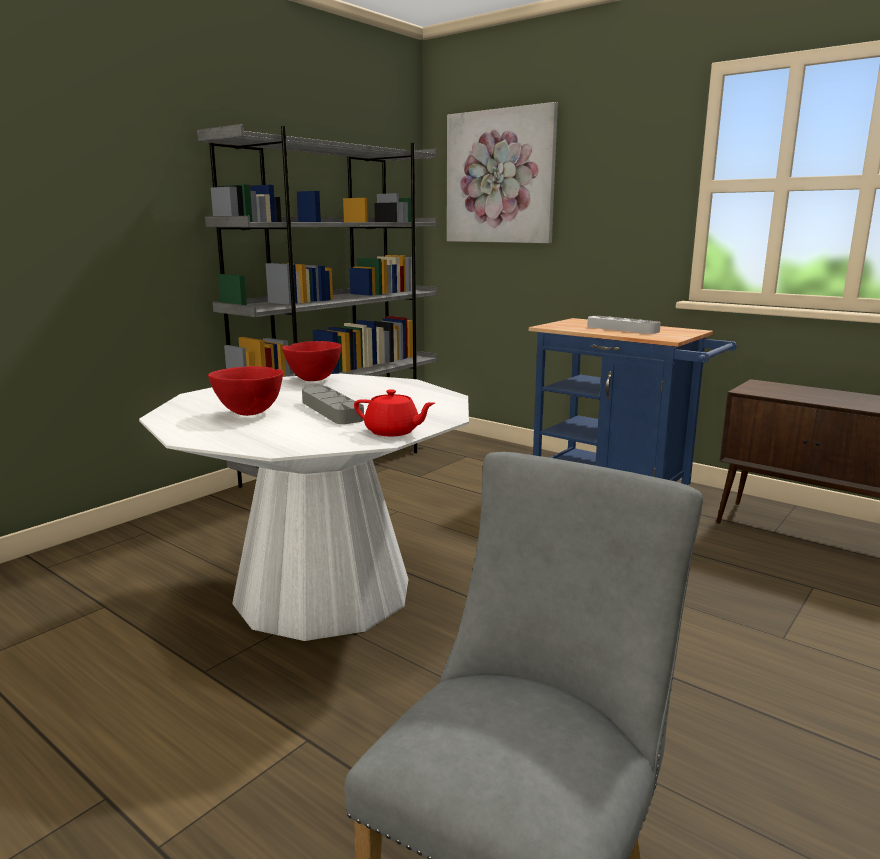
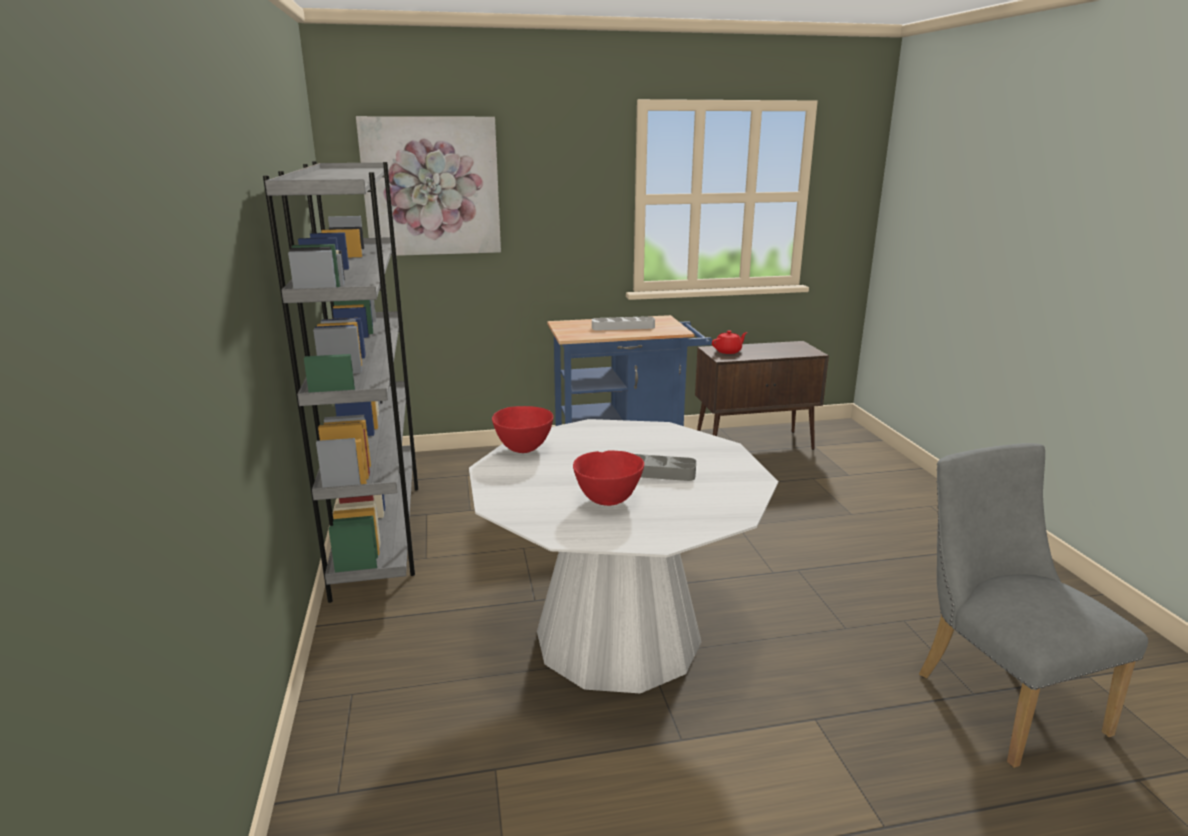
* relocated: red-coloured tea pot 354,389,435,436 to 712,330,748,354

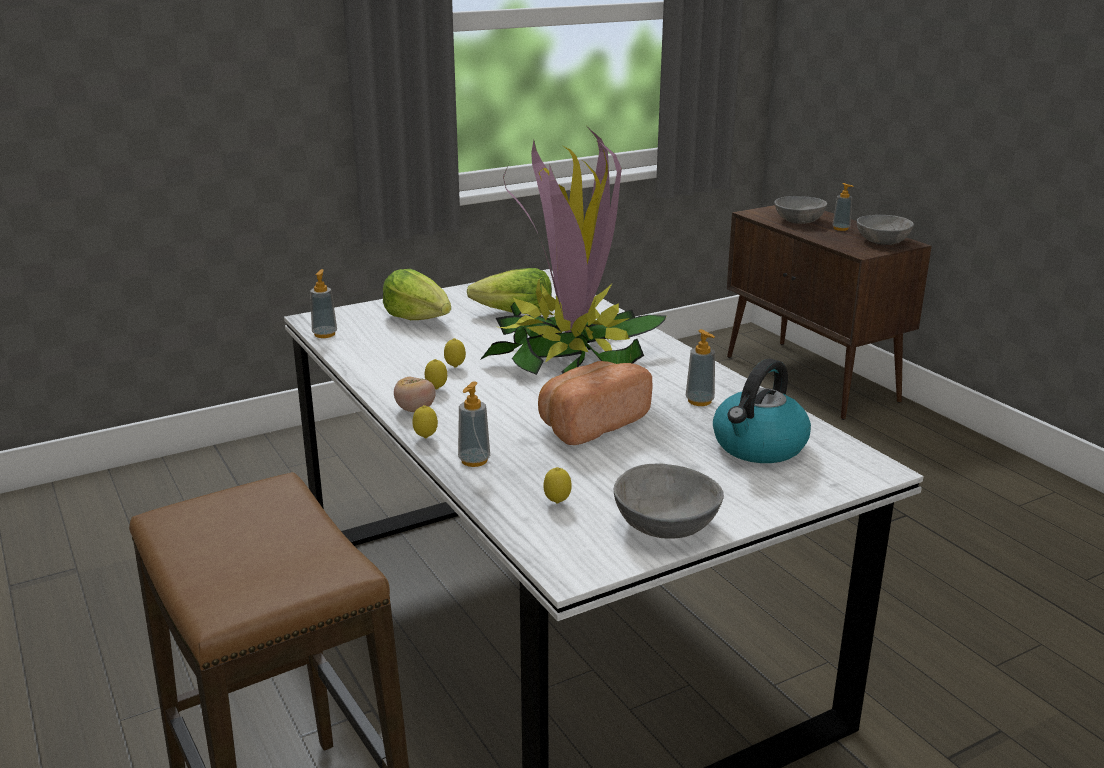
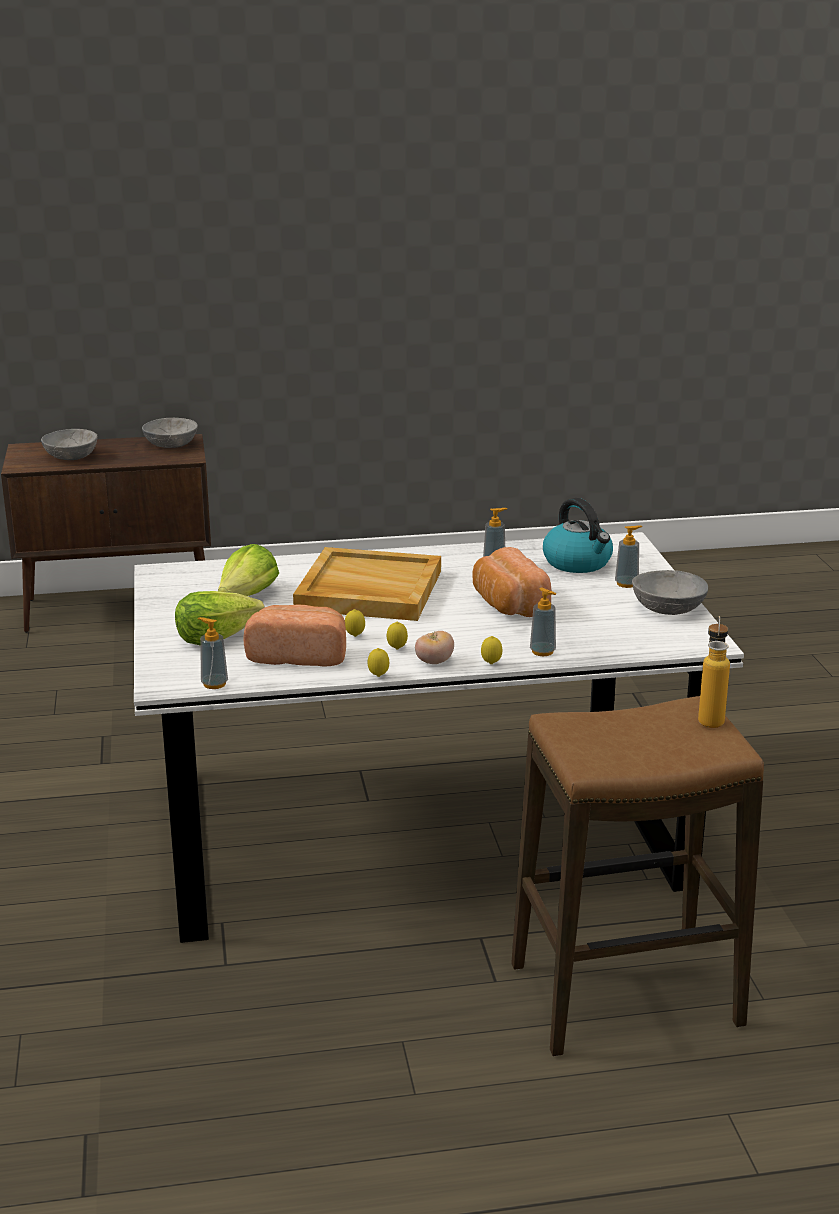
* appeared: baked bread 243,605,346,666
* exchanged: potted plant 480,128,666,375 to beige tray 293,547,441,621
* relocated: whole lemon 543,467,572,503 to 368,648,389,677
* relocated: soap bottle 832,183,853,231 to 615,525,642,588
* appeared: drink bottle 698,616,730,728

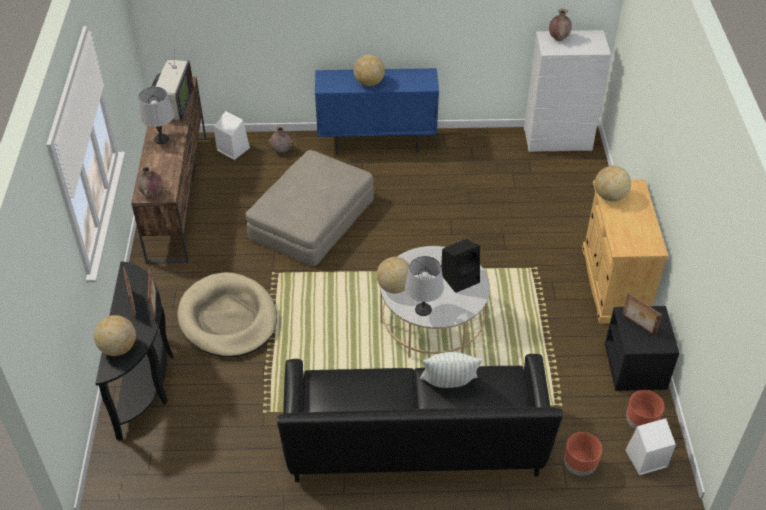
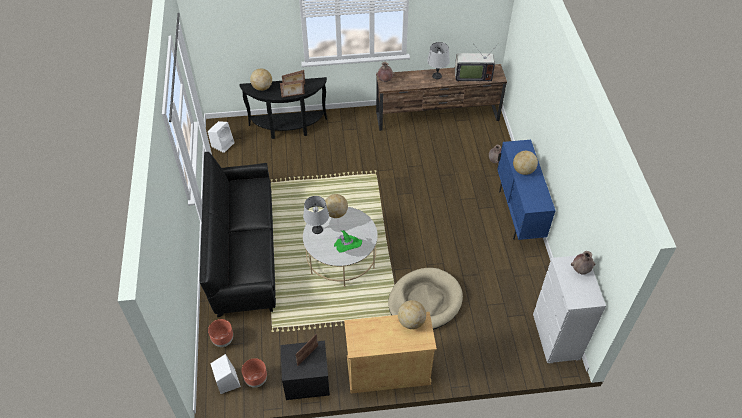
* relocated: white-coloured audio speaker 213,111,250,160 to 208,121,235,153
* exchanged: blackish audio speaker 441,239,480,293 to green-coloured hat 334,230,362,253
* relocated: beige pet bed 178,272,277,357 to 388,268,463,330
* missing: beige pouffe 245,150,374,266
* missing: cushion 420,352,482,388

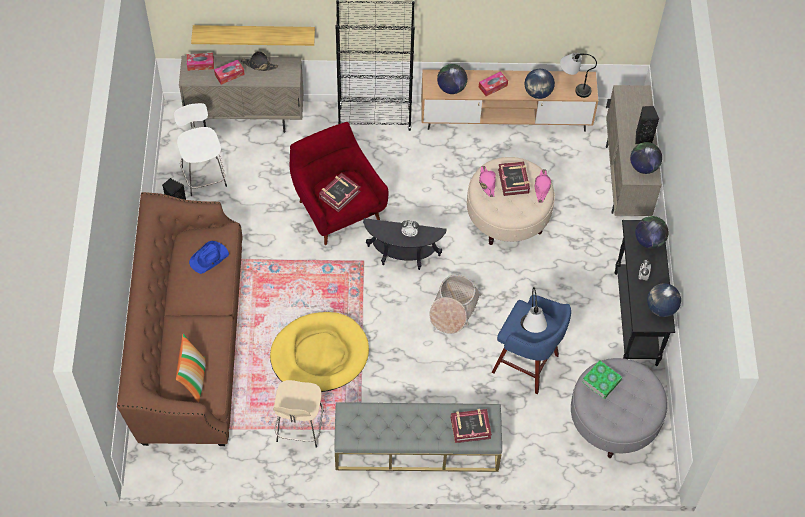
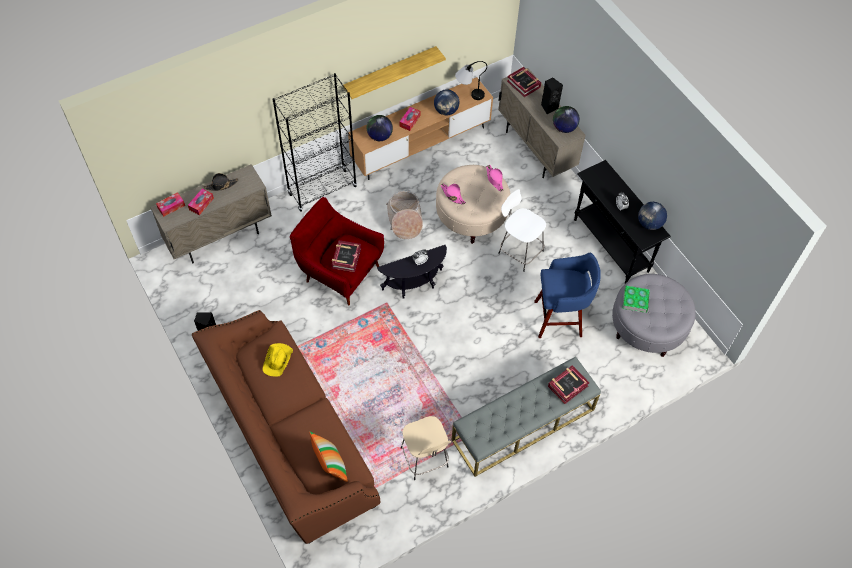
* colour: blue-coloured hat 189,241,229,274 to yellowish hat 262,343,293,377
* relocated: shelf 191,25,315,46 to 343,46,446,99
* relocated: storage basket 430,275,482,334 to 386,191,423,239
* relocated: white-coloured stool seat 174,103,227,196 to 498,189,546,272
* relocated: bound book 498,162,530,196 to 507,67,541,97
* missing: yellowish pet bed 270,312,369,392
* missing: tabletop lamp 521,287,547,333
* missing: world globe 635,216,669,249

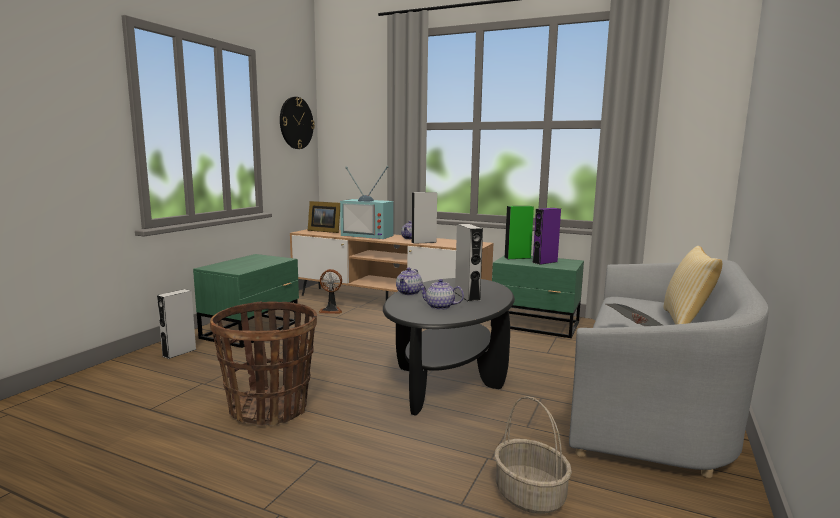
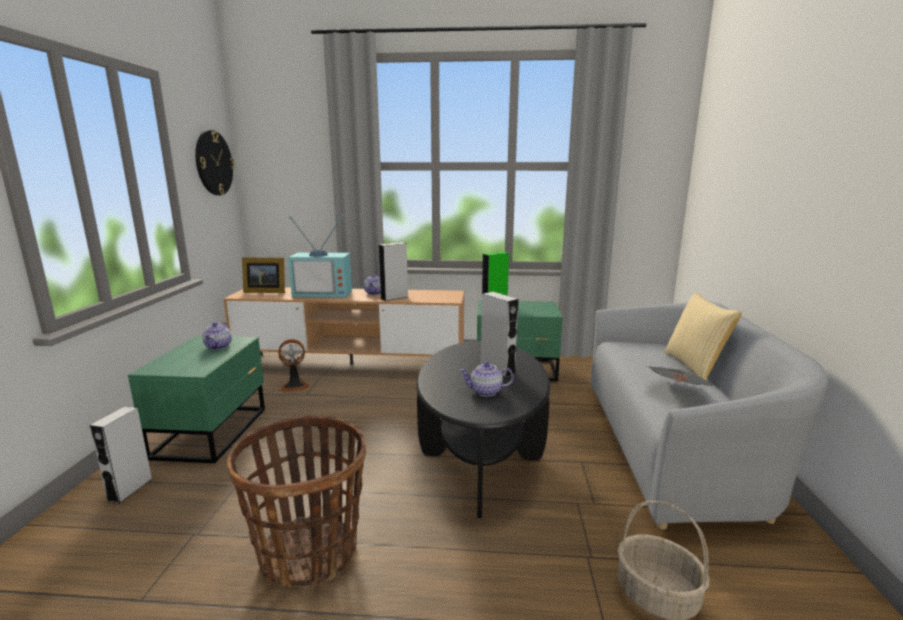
* relocated: tea pot 396,268,422,295 to 203,322,232,350
* missing: purple audio speaker 533,208,561,265

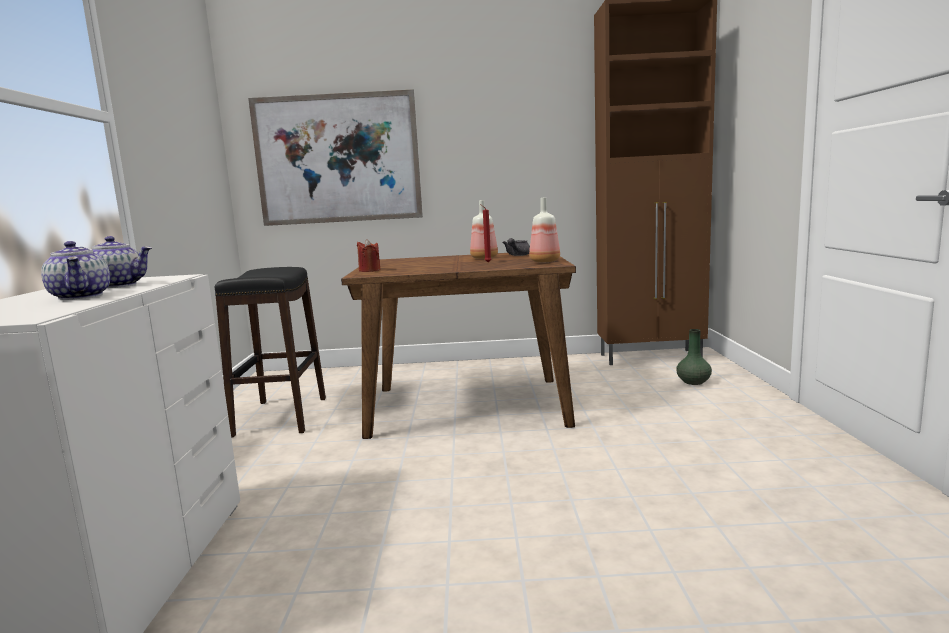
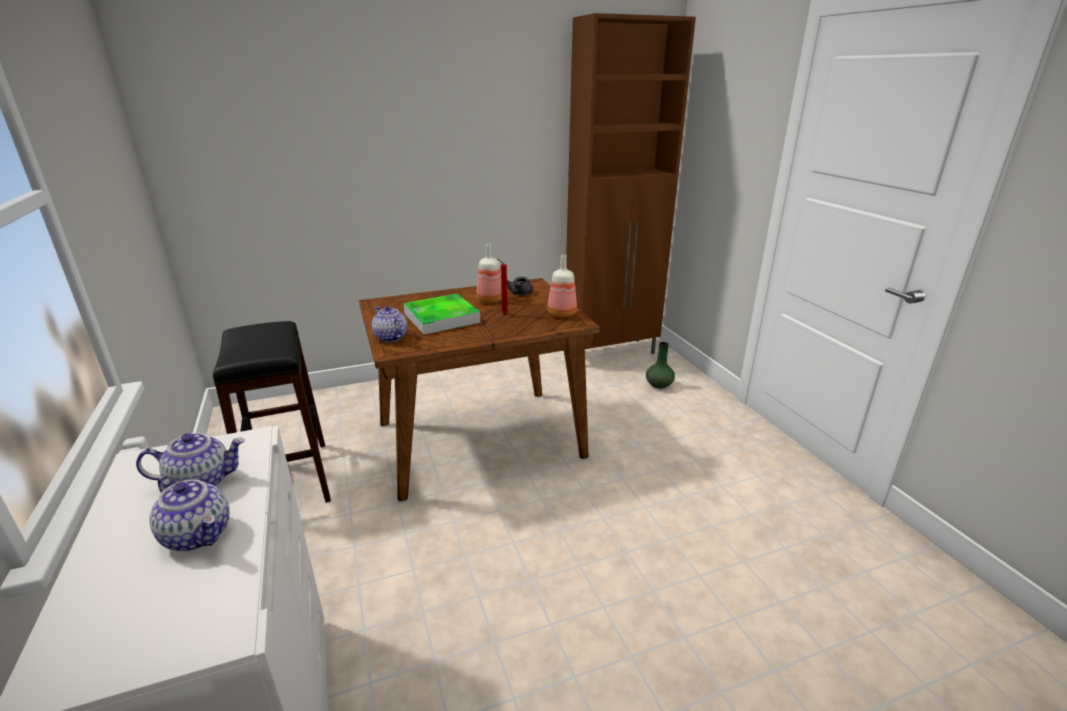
* exchanged: red-coloured wax candle 357,239,380,272 to tea pot 372,306,407,343
* appeared: tray 404,294,480,334
* missing: wall art 248,89,423,226

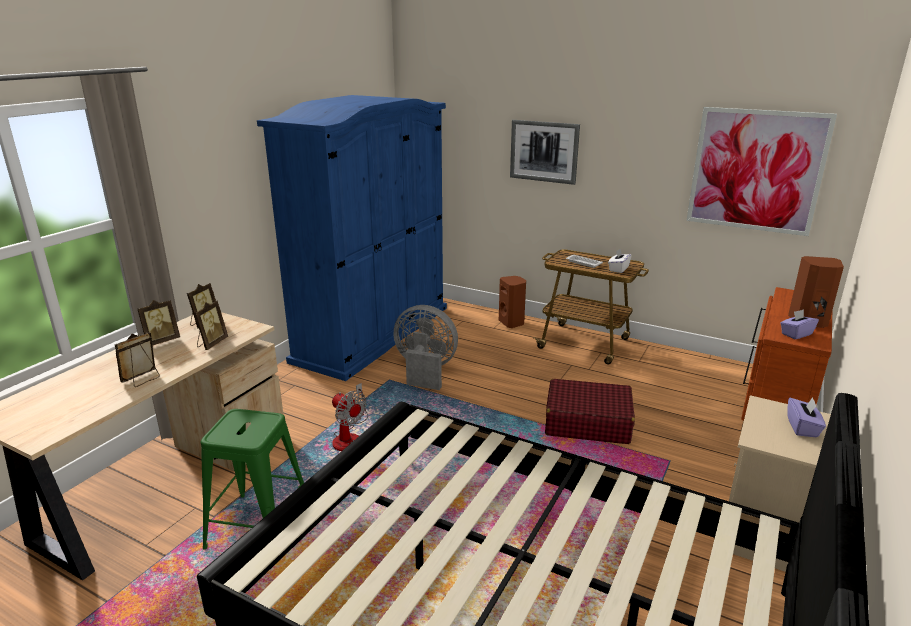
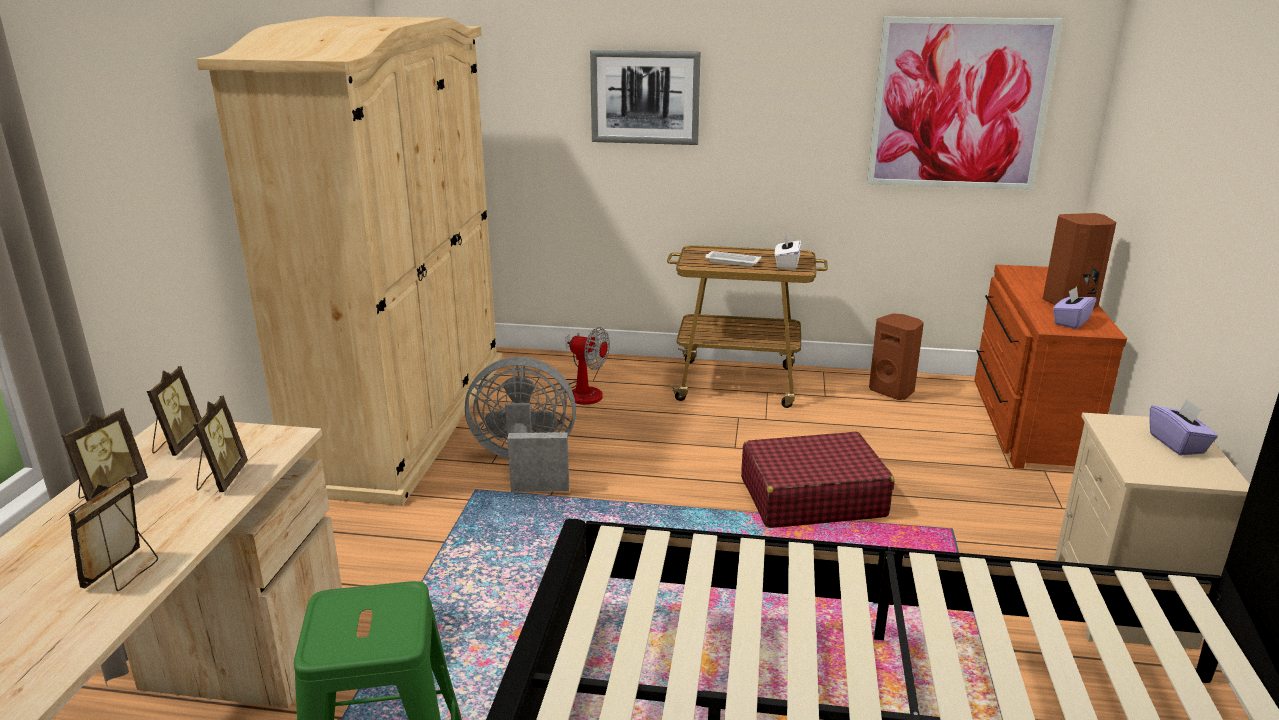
* colour: blue-coloured armoire 257,95,447,381 to beige armoire 196,16,503,506
* relocated: electric fan 332,383,368,451 to 565,327,610,405
* relocated: brown audio speaker 499,276,526,328 to 869,314,924,400

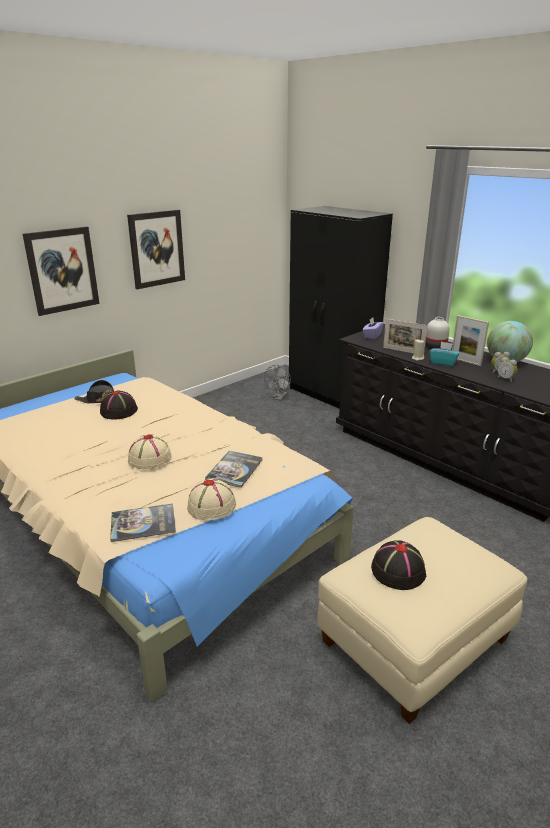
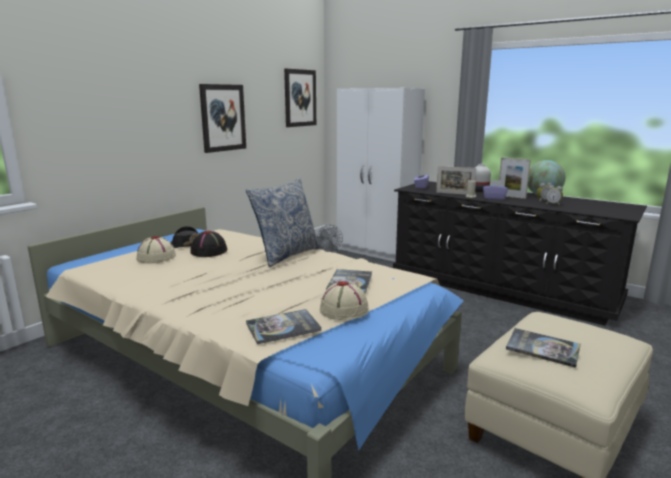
* relocated: beige hat 128,434,172,469 to 136,236,176,263
* appeared: cushion 246,178,321,267
* relocated: wall art 23,227,99,316 to 284,69,316,127
* colour: blackish armoire 289,206,393,409 to white-coloured armoire 337,88,425,262
* colour: turquoise tissue holder 430,342,460,367 to purple tissue holder 483,180,508,200
* exchanged: blackish hat 371,540,426,590 to bound book 506,328,581,368

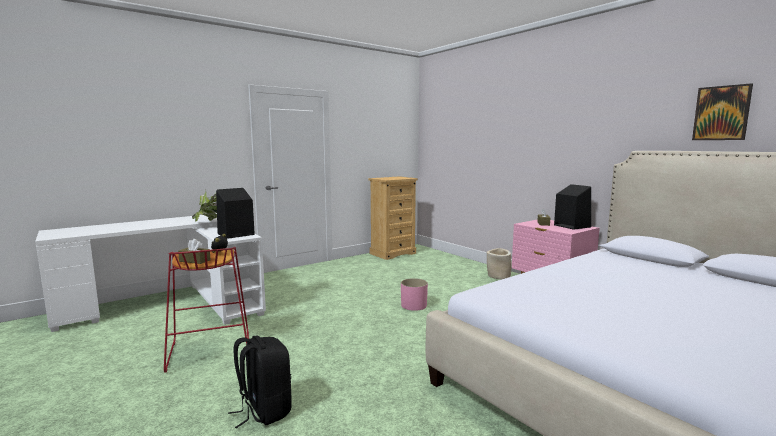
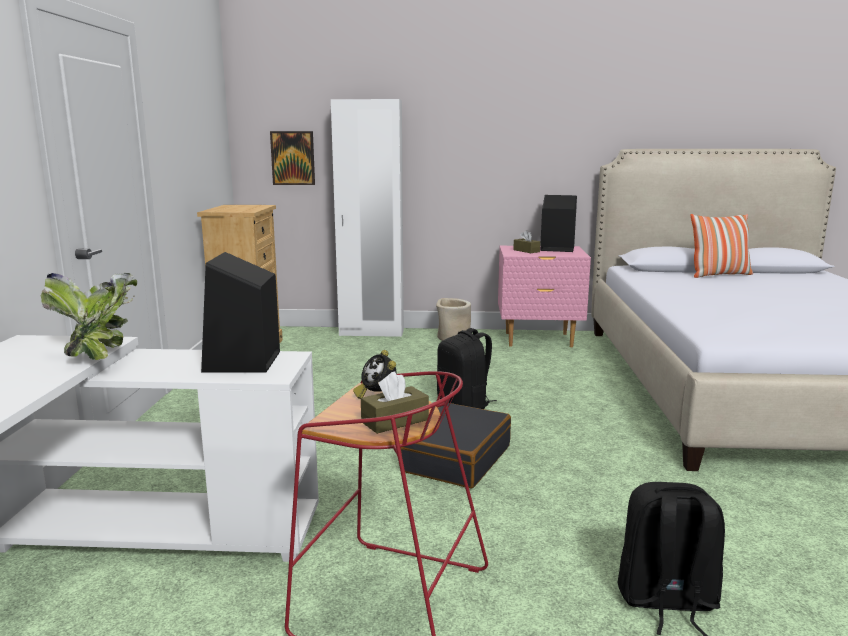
* relocated: wall art 692,83,753,140 to 270,131,315,185
* appeared: white-coloured armoire 331,99,404,337
* appeared: blackish travel case 400,403,511,489
* exchanged: pink-coloured flower pot 401,278,428,311 to blackish knapsack 437,328,497,409
* appeared: cushion 690,214,753,278

